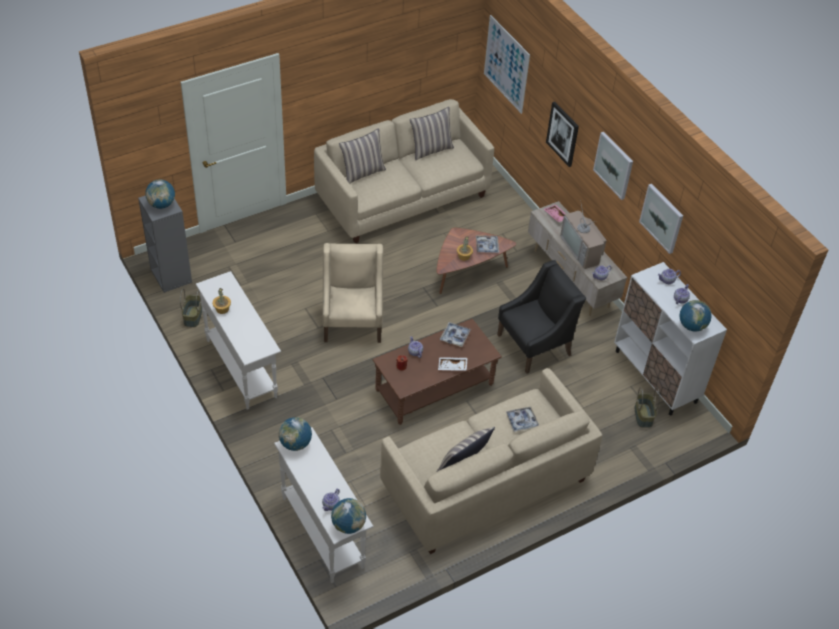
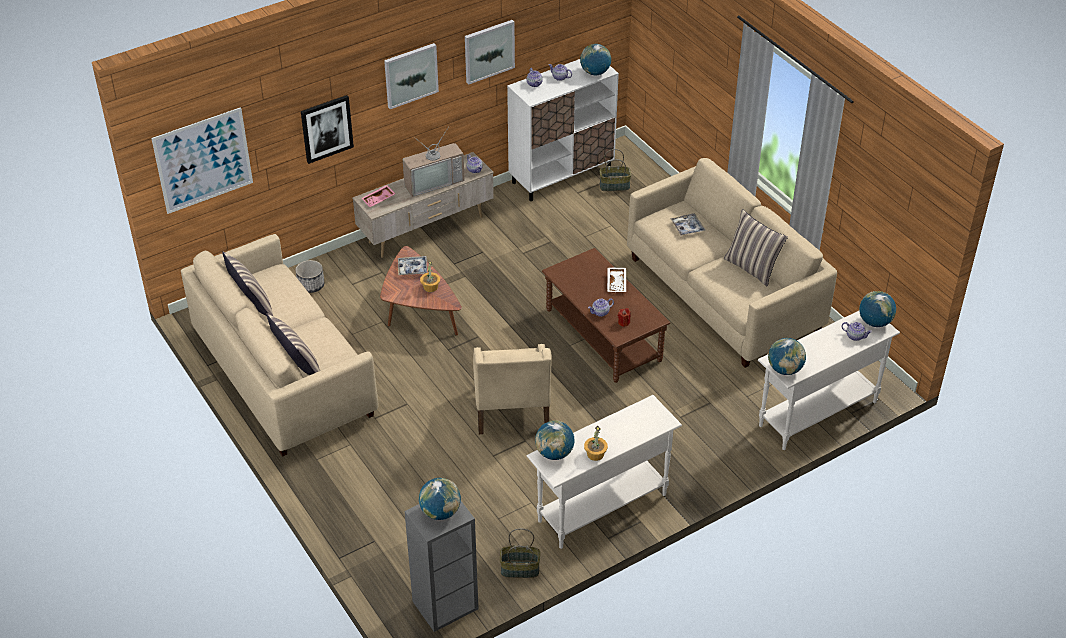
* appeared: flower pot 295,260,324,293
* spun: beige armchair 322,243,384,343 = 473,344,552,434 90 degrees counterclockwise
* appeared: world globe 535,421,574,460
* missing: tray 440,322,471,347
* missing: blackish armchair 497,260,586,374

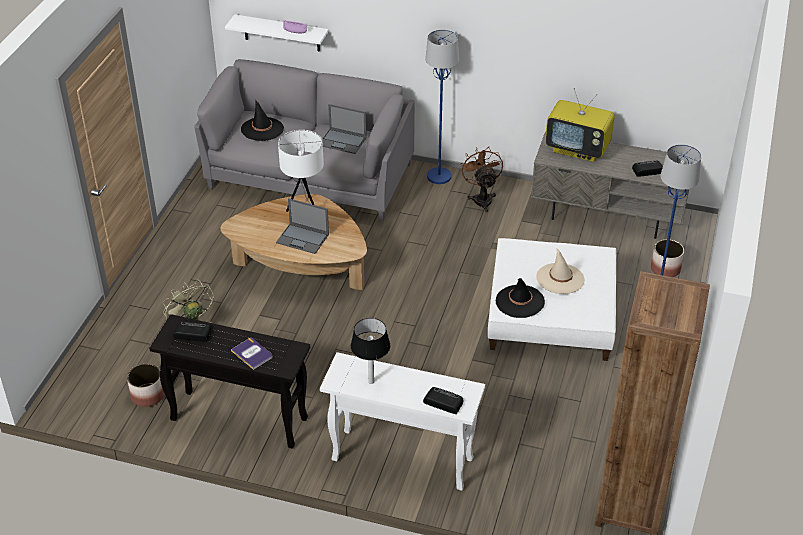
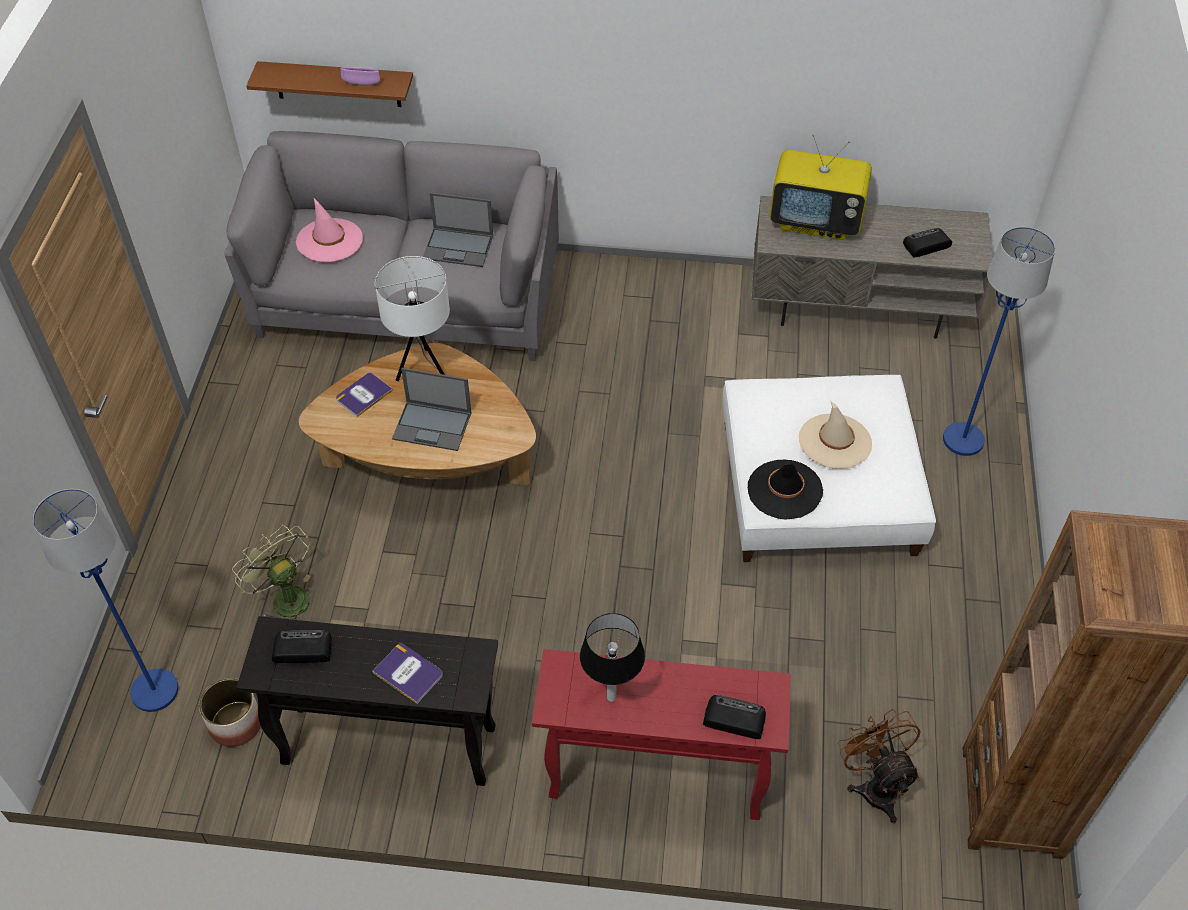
* relocated: blue-coloured standing lamp 425,30,459,184 to 33,489,178,712
* colour: white-coloured shelf 225,14,329,51 to brown shelf 246,61,413,107
* colour: blackish hat 241,99,284,141 to pink-coloured hat 296,198,363,262
* appeared: bound book 336,373,393,417
* colour: white-coloured hall table 320,352,485,491 to red-coloured hall table 532,649,791,820
* relocated: brown electric fan 461,147,503,212 to 838,709,921,823
* missing: flower pot 651,239,684,277

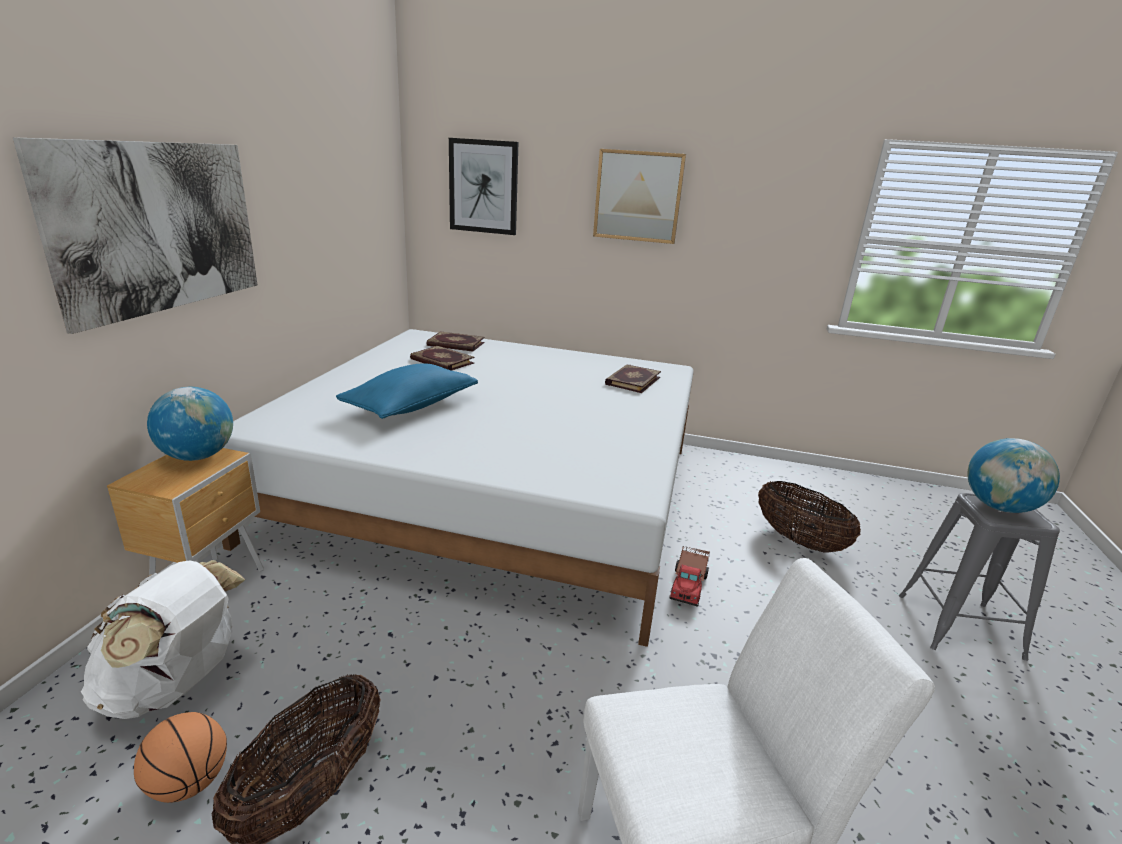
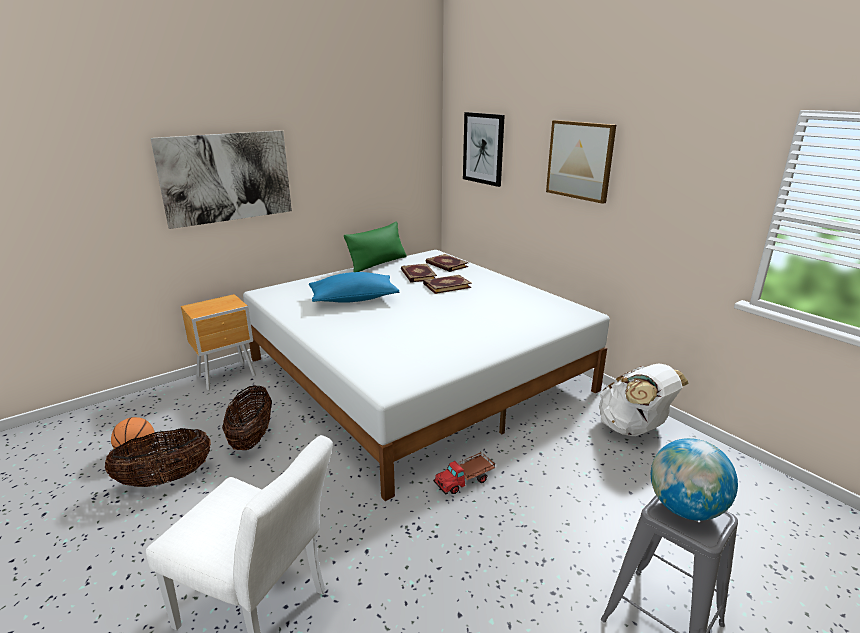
* relocated: storage basket 758,481,861,553 to 222,385,272,450
* appeared: green-coloured cushion 344,221,407,272
* relocated: bound book 605,364,661,393 to 423,275,472,294
* relocated: white-coloured knapsack 81,560,245,719 to 599,363,689,436
* missing: world globe 147,387,233,461

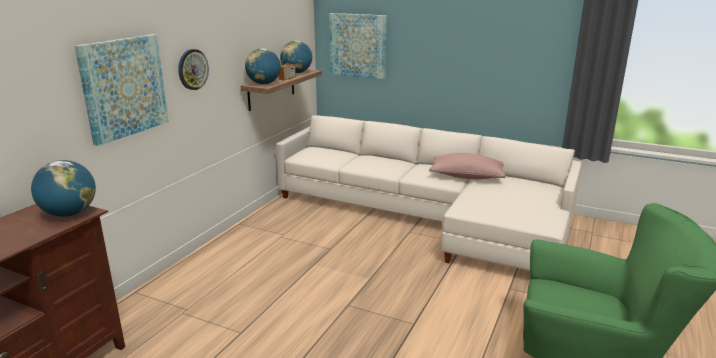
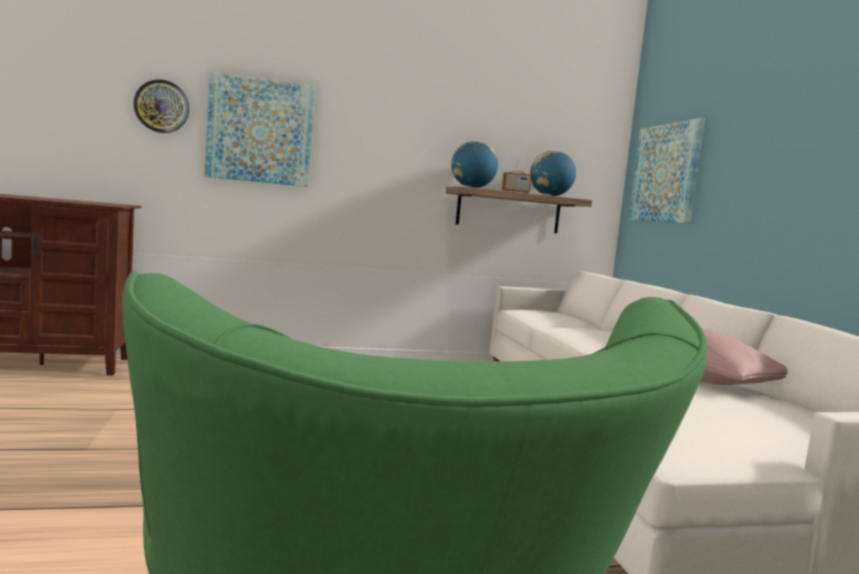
* relocated: clock on the wall 178,49,209,90 to 133,79,190,133
* missing: world globe 31,160,96,217

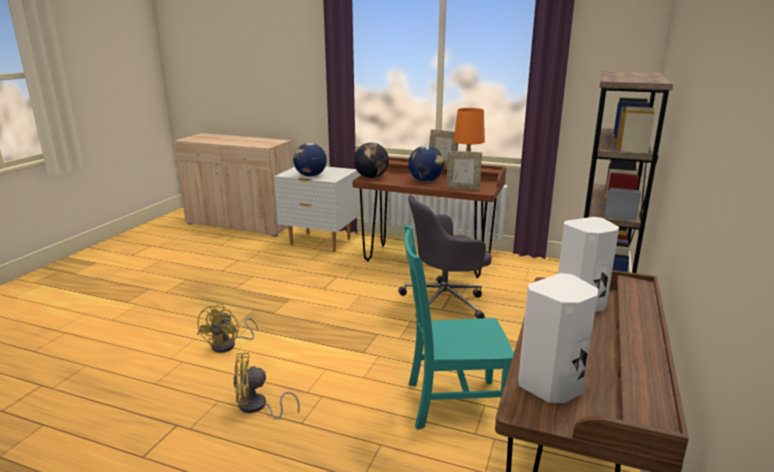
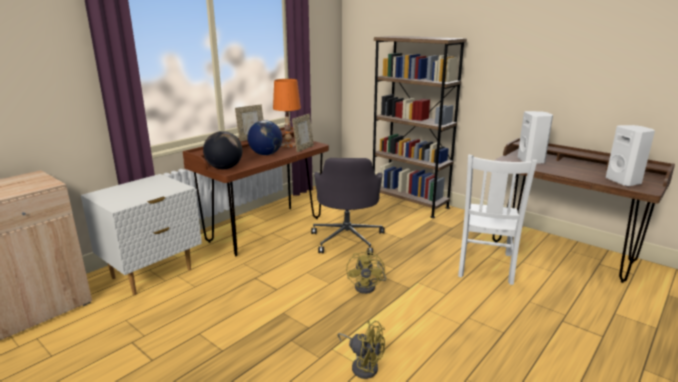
* relocated: yellowish electric fan 234,353,300,419 to 346,250,386,294
* colour: turquoise chair 404,224,514,430 to white-coloured chair 458,155,537,285
* missing: world globe 293,143,327,177

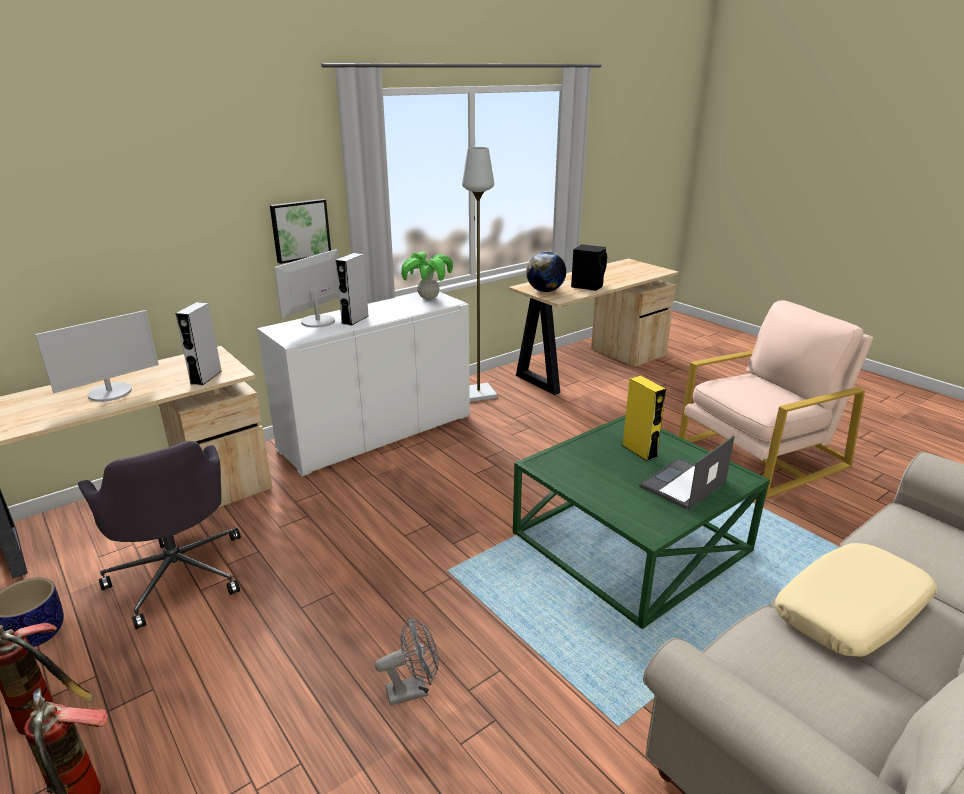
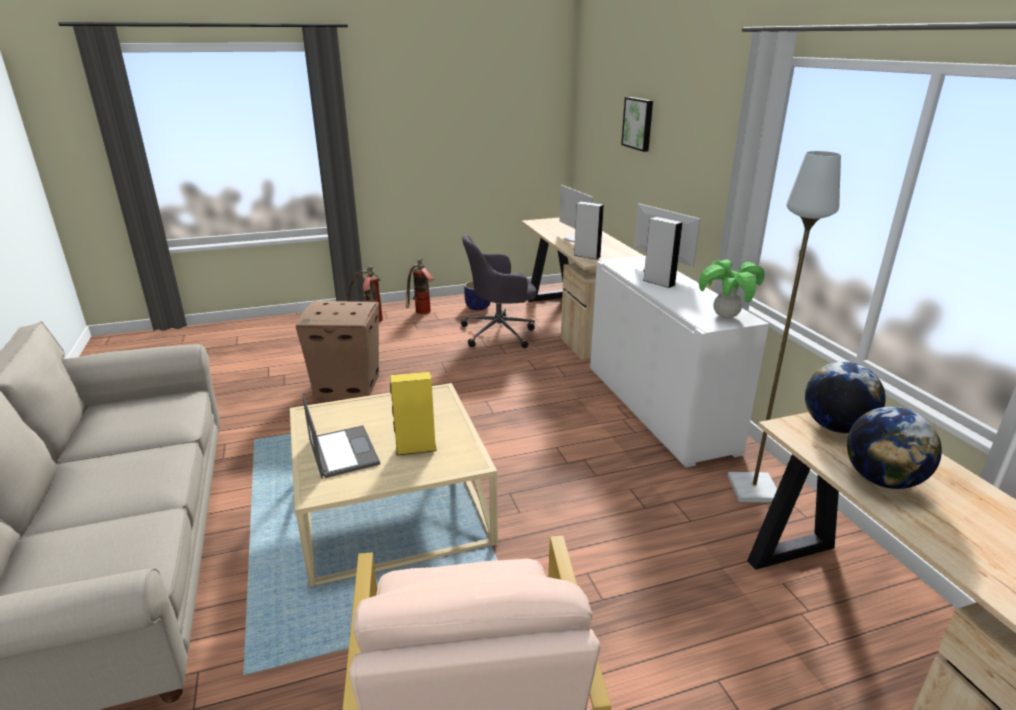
* colour: green-coloured lounge table 513,415,770,629 to beige lounge table 290,383,498,587
* exchanged: grey electric fan 375,617,439,706 to packing box 296,301,379,399
* relocated: wall art 270,199,331,264 to 621,97,653,152
* exchanged: blackish audio speaker 571,244,607,291 to world globe 847,407,942,489
* missing: beige cushion 775,543,937,656

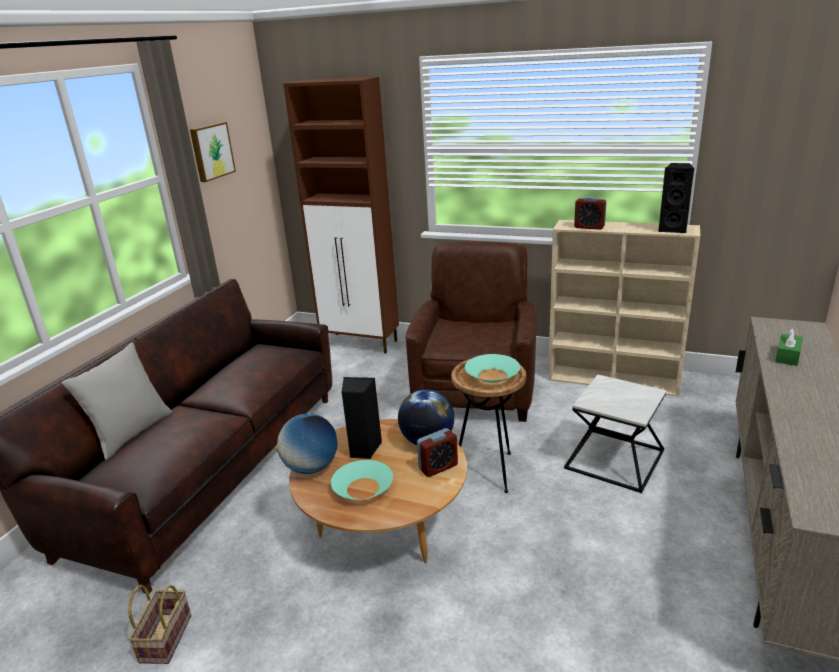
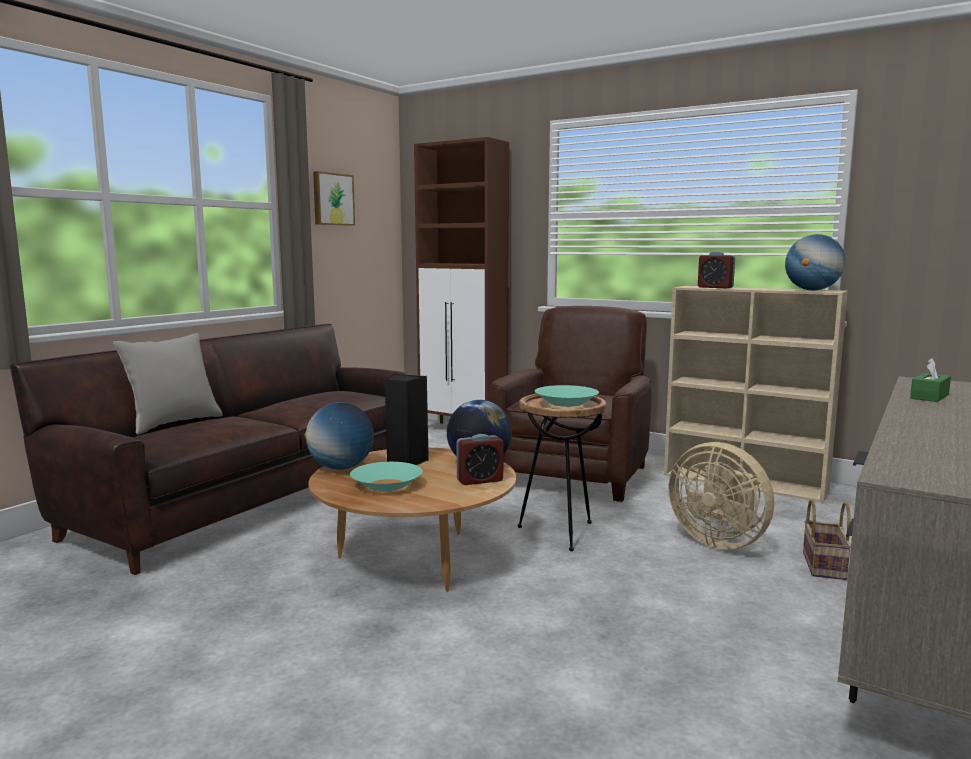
* exchanged: end table 564,375,666,493 to beige electric fan 669,442,774,549
* exchanged: blackish audio speaker 658,163,694,233 to world globe 785,234,846,290
* relocated: storage basket 128,585,191,664 to 803,499,851,580

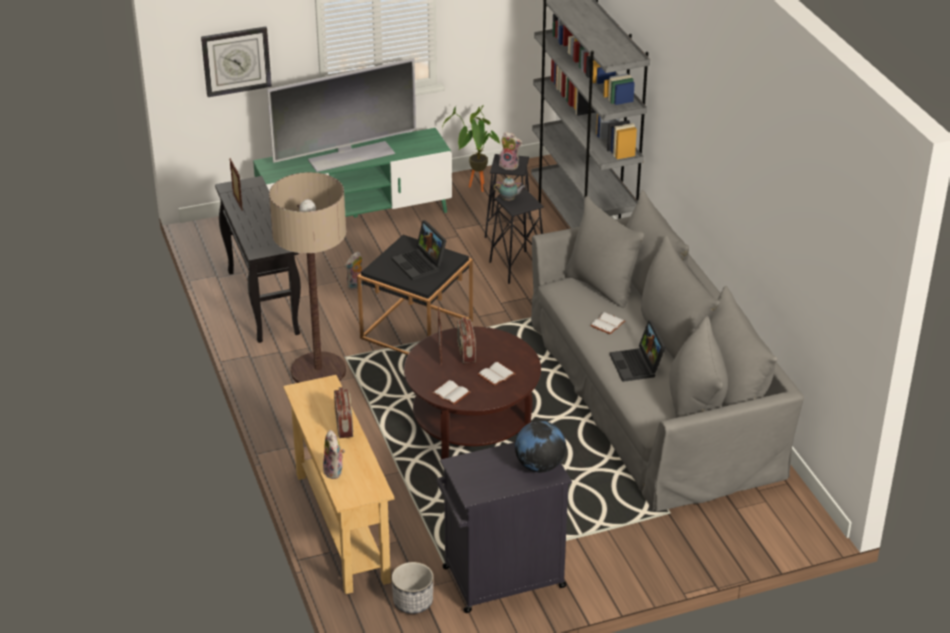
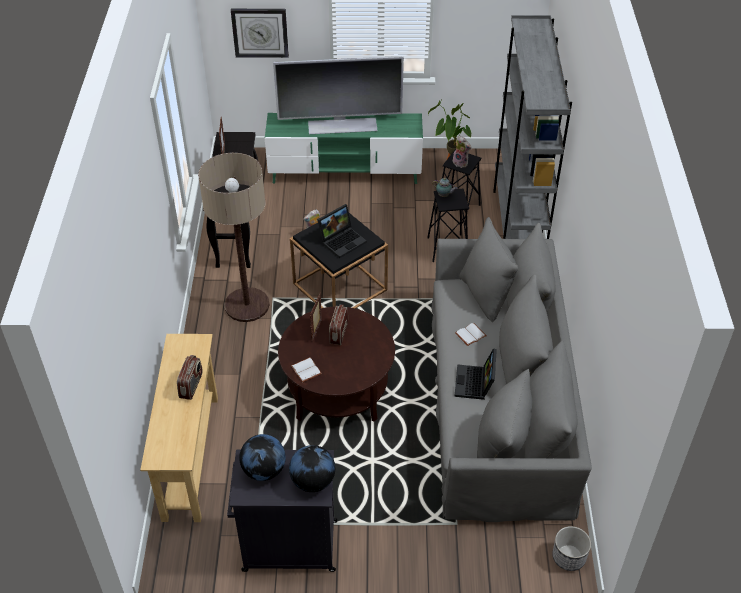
* appeared: world globe 239,434,286,481
* spun: portable computer 392,220,447,280 = 318,204,367,258 120 degrees counterclockwise
* relocated: flower pot 392,562,433,614 to 552,526,591,571
* missing: soft toy 323,430,345,479
* missing: white-coloured bound book 478,362,516,386

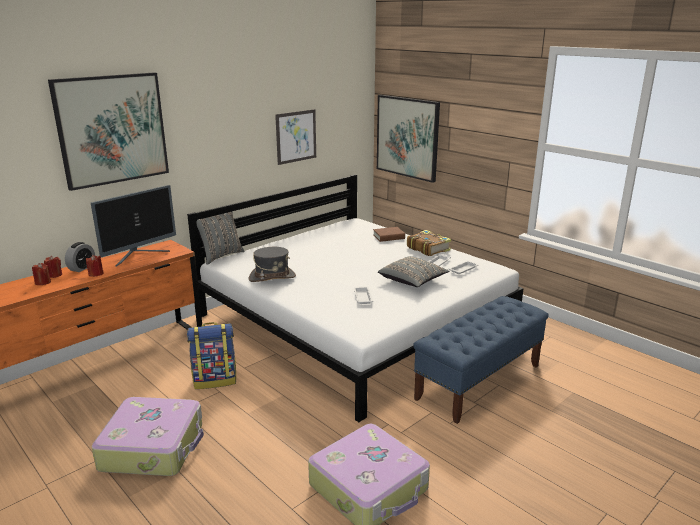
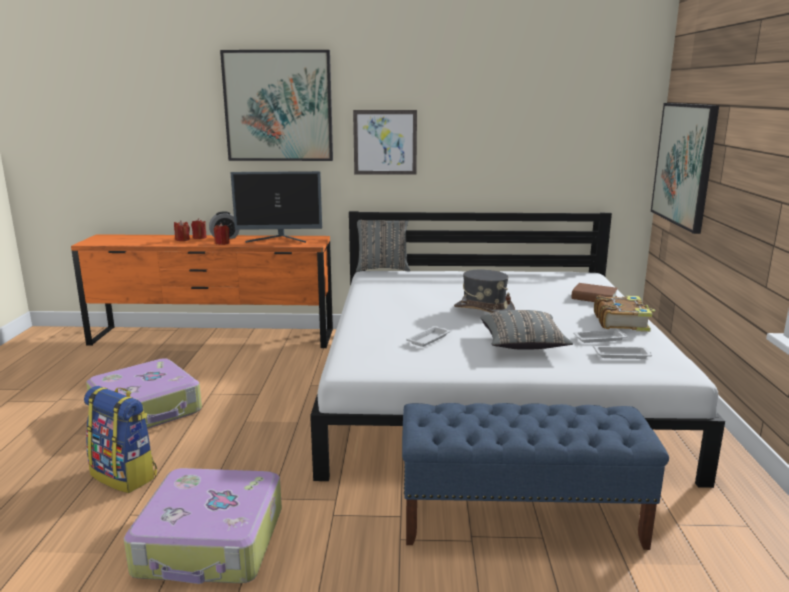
* relocated: knapsack 187,322,236,389 to 84,386,157,493
* relocated: wall art 275,109,316,165 to 353,110,417,175
* relocated: grey hat 249,247,296,282 to 454,270,515,313

